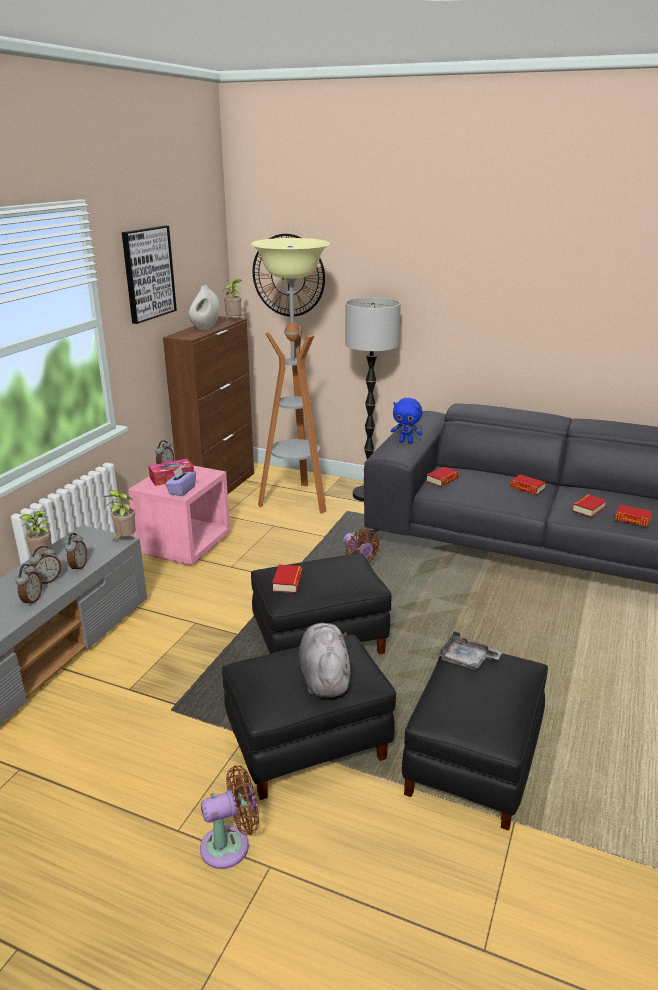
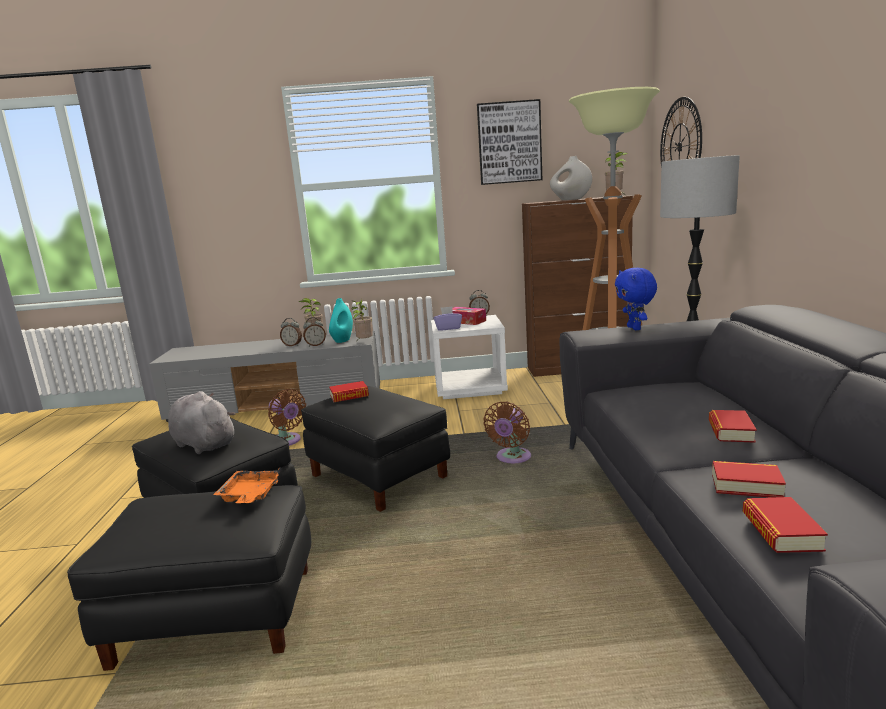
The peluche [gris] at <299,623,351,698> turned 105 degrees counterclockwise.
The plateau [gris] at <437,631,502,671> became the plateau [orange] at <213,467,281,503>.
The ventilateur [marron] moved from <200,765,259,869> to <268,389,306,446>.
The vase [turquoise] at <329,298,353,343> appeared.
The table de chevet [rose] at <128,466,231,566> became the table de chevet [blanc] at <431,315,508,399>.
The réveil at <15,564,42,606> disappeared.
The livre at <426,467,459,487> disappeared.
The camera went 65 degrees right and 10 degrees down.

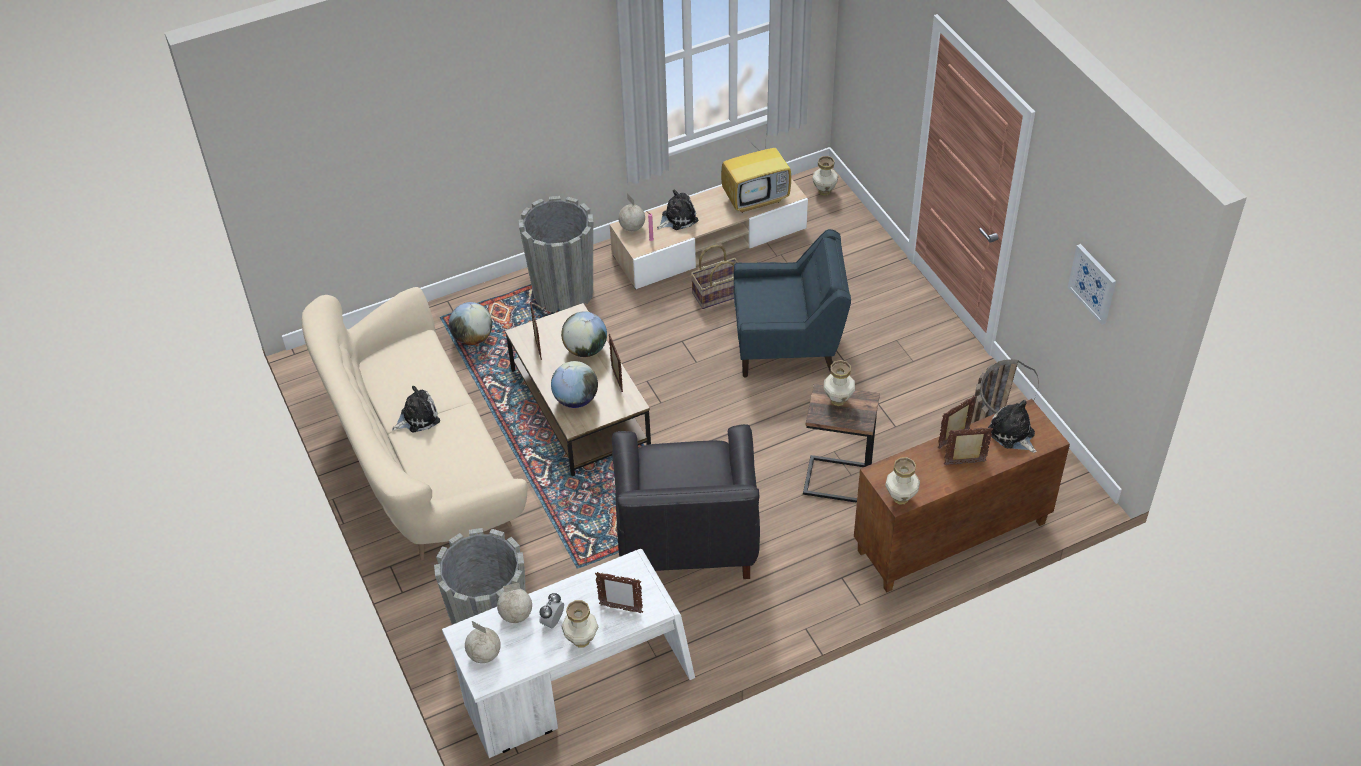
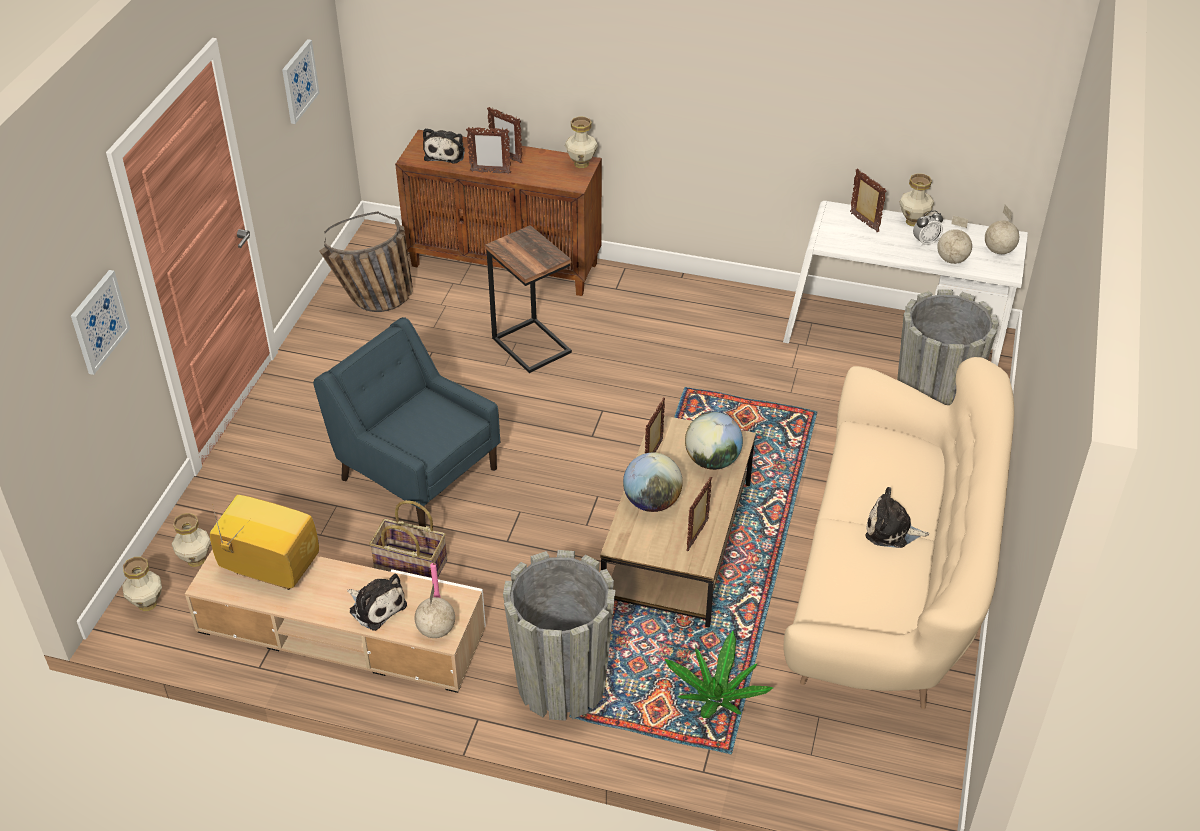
The tableau at <71,270,130,375> appeared.
The vase moved from <824,360,855,406> to <172,513,211,567>.
The peluche at <657,190,698,230> turned 150 degrees counterclockwise.
The globe at <449,302,492,345> was replaced by the plante en pot at <665,631,773,718>.
The fauteuil [noir] at <612,424,760,579> disappeared.
The camera went 140 degrees left and 5 degrees down.

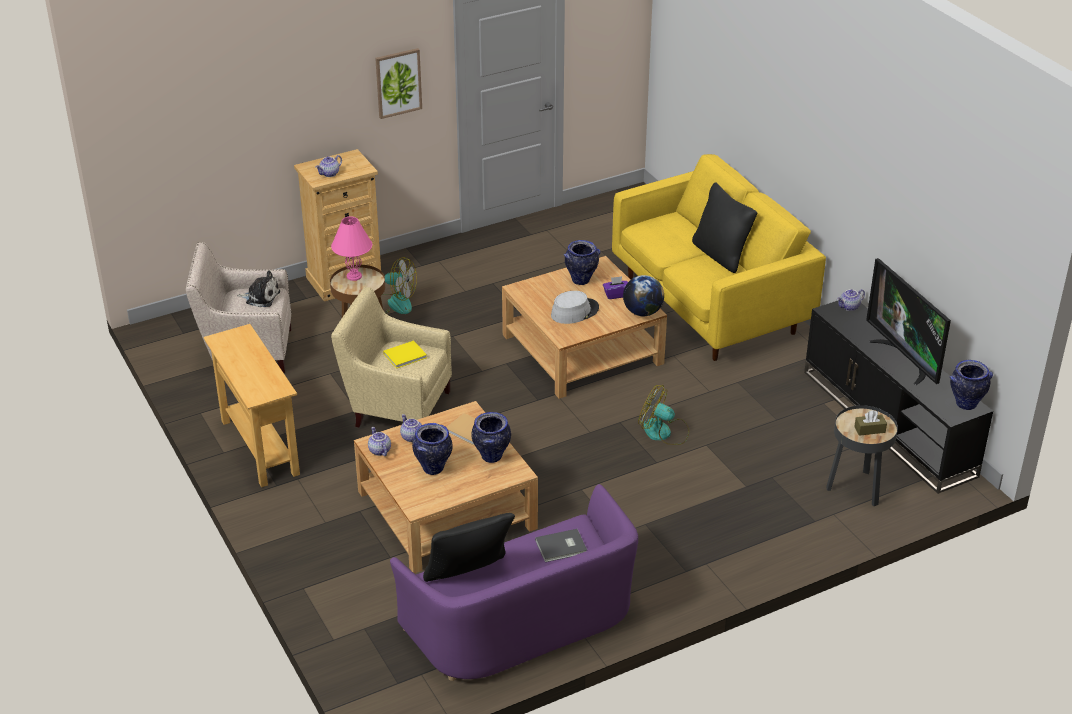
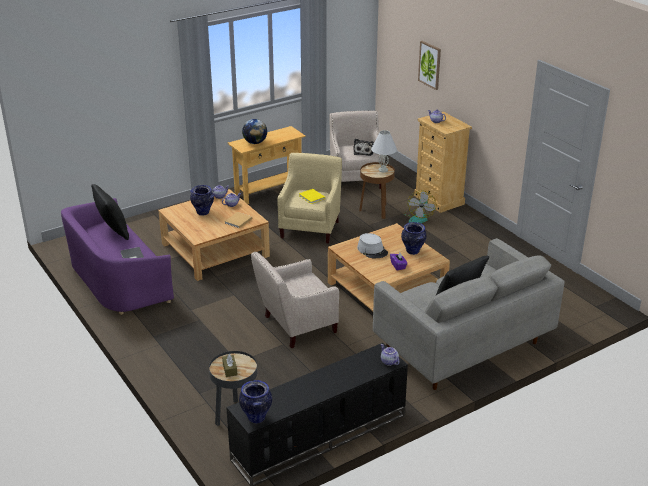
The globe moved from <623,275,664,316> to <242,119,267,144>.
The ventilateur at <638,385,689,445> was replaced by the fauteuil [beige] at <251,252,339,348>.
The lampe de table [rose] at <331,216,372,281> became the lampe de table [blanc] at <371,130,397,172>.
The canapé [jaune] at <612,154,826,361> became the canapé [gris] at <373,238,565,390>.
The tableau moved from <375,48,422,119> to <418,41,441,90>.
The vase at <472,412,511,463> disappeared.
The téléviseur at <866,258,951,385> disappeared.
The camera went 85 degrees right and 5 degrees down.

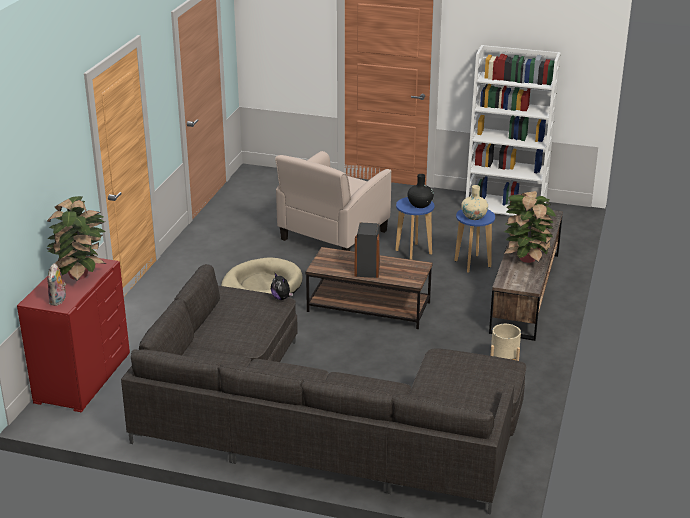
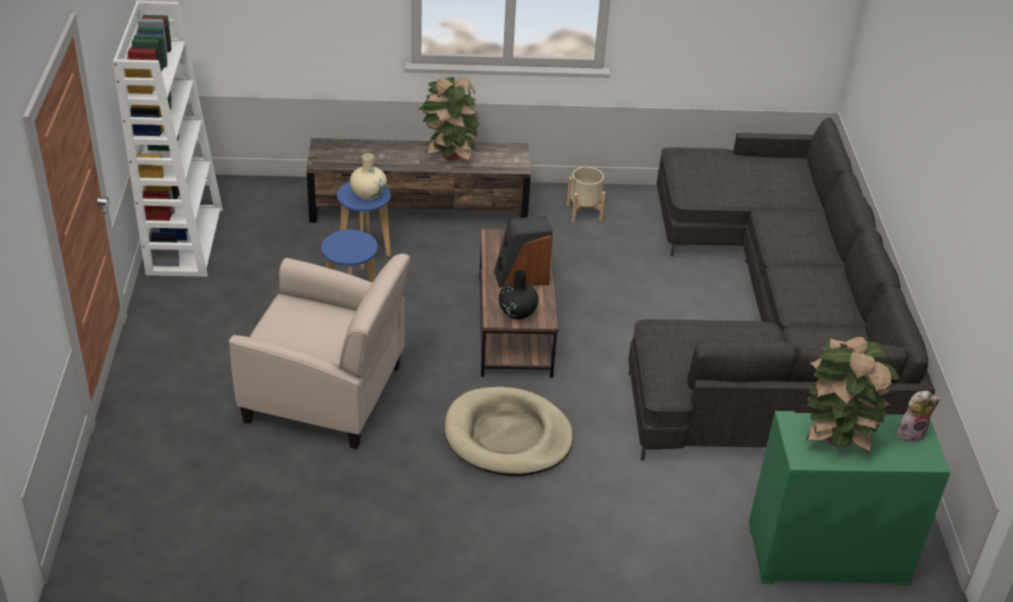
The vase [noir] moved from <408,174,434,208> to <499,270,539,319>.
The commode [rouge] at <17,258,130,412> became the commode [vert] at <749,411,950,585>.
The peluche at <271,272,293,300> disappeared.
The camera went 110 degrees left and 10 degrees up.

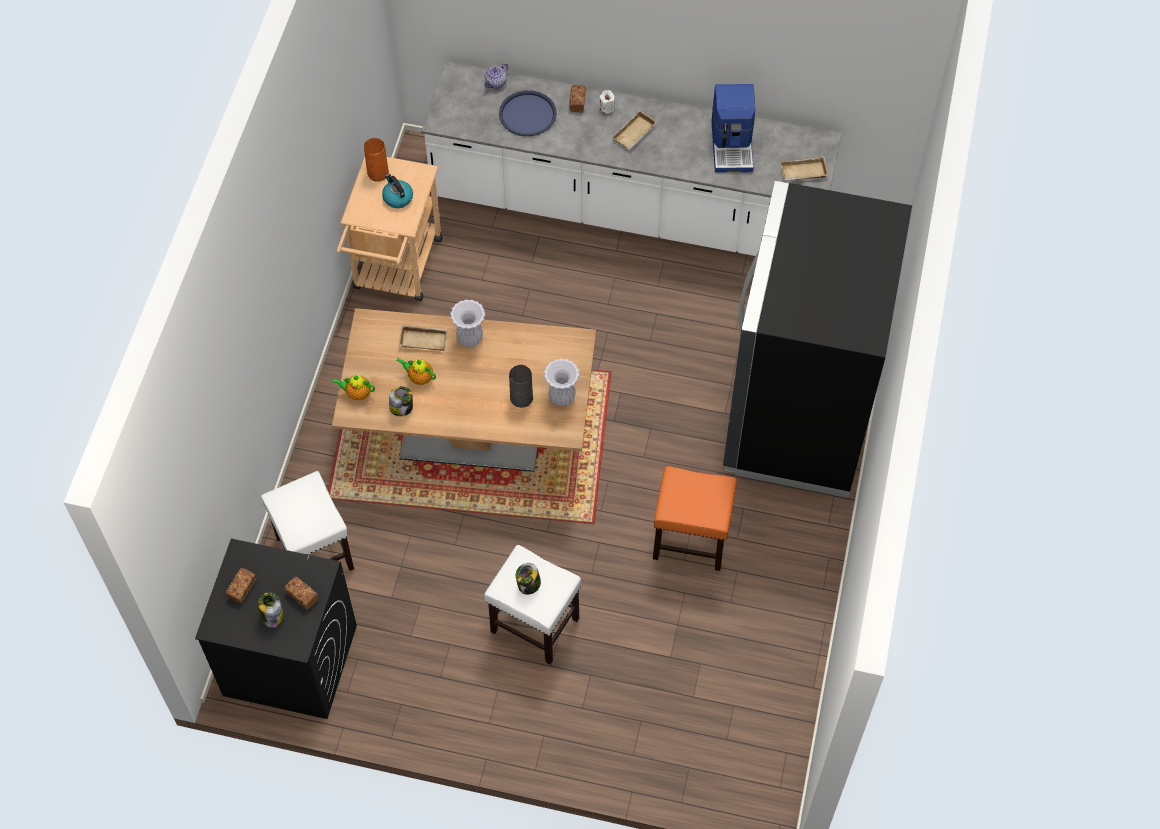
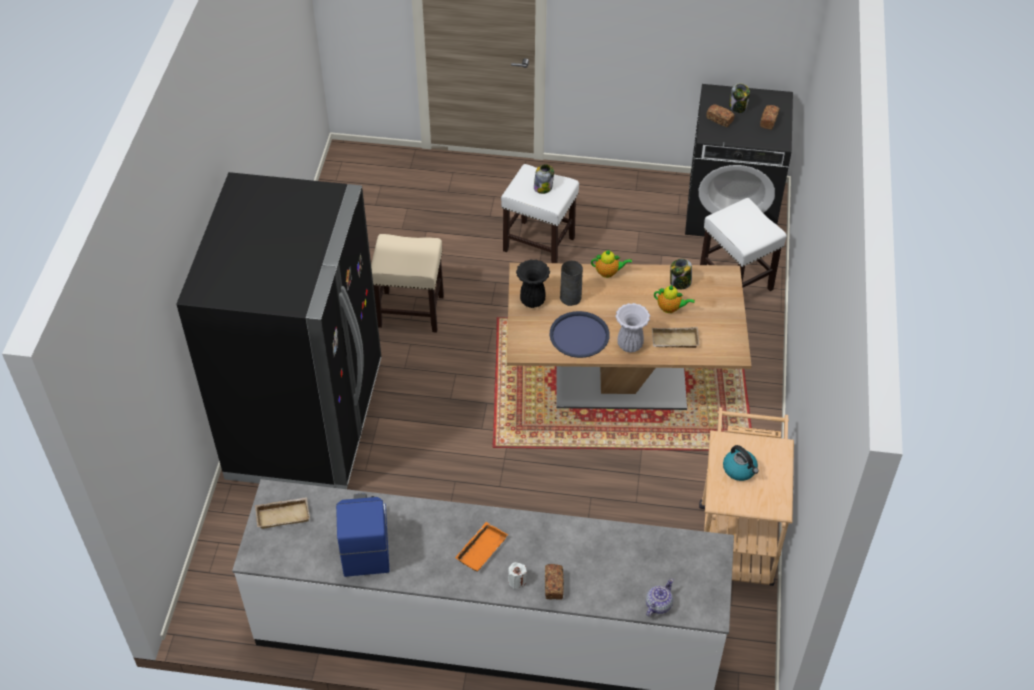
The tabouret [orange] at <653,466,737,571> became the tabouret [beige] at <371,234,444,333>.
The plateau [beige] at <612,110,657,149> became the plateau [orange] at <455,522,508,572>.
The vase [blanc] at <544,358,580,406> became the vase [noir] at <516,259,550,308>.
The plateau [bleu] moved from <499,90,557,136> to <550,311,610,358>.
The théière moved from <332,375,375,400> to <591,250,632,278>.
The vase [orange] at <364,138,389,182> disappeared.
The camera went 175 degrees right and 10 degrees down.

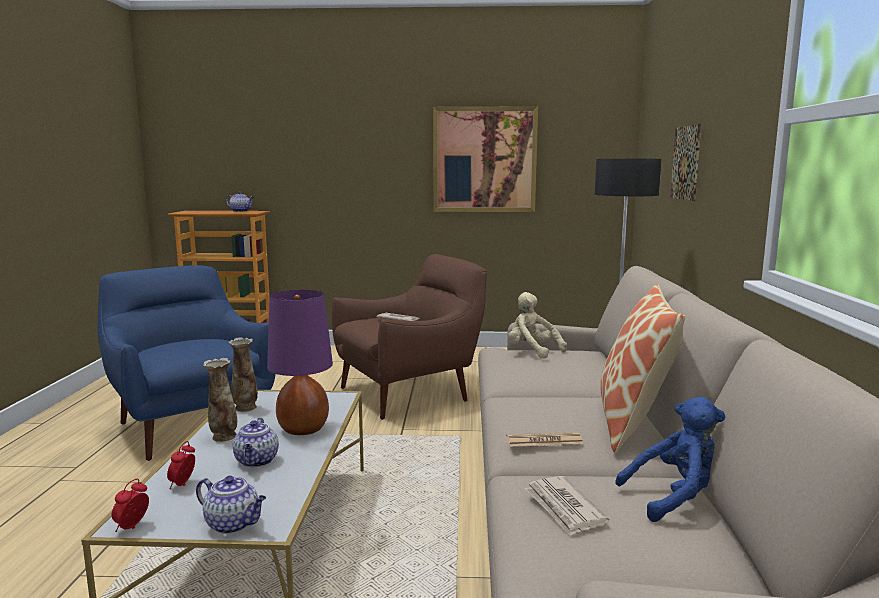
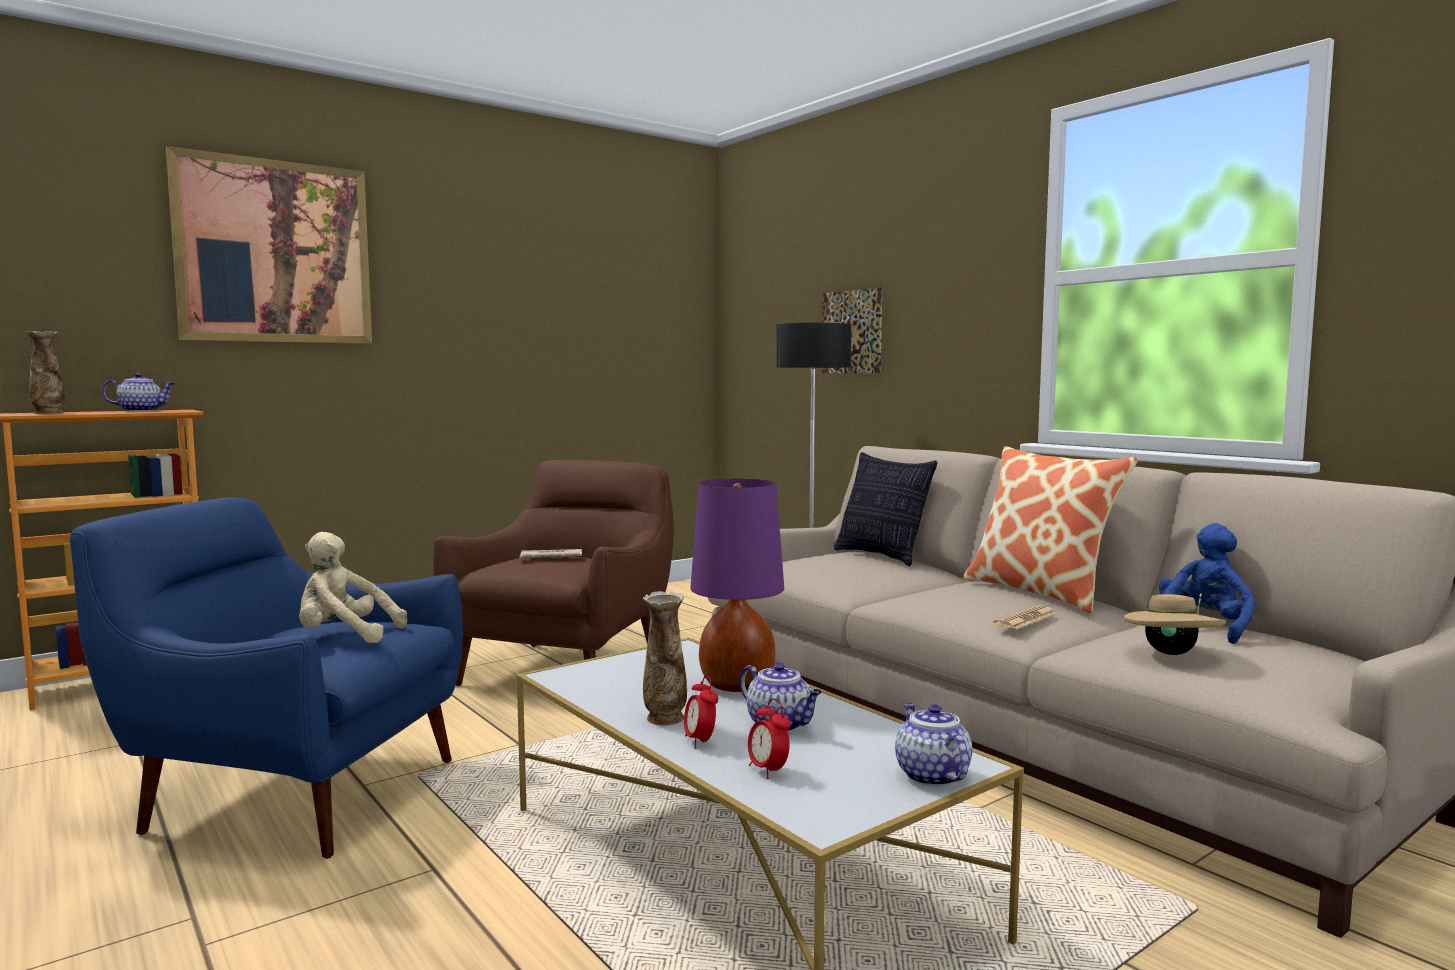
The vase moved from <228,337,258,412> to <26,331,65,414>.
The tableau moved from <433,106,538,212> to <166,146,372,344>.
The peluche [beige] moved from <508,292,567,359> to <299,532,407,643>.
The réveil moved from <112,479,149,532> to <684,675,718,748>.
The coussin at <834,452,937,566> appeared.
The théière at <196,476,266,534> turned 90 degrees counterclockwise.
The journal at <524,476,609,536> was replaced by the chapeau [beige] at <1124,593,1226,655>.
The camera went 40 degrees left and 5 degrees down.

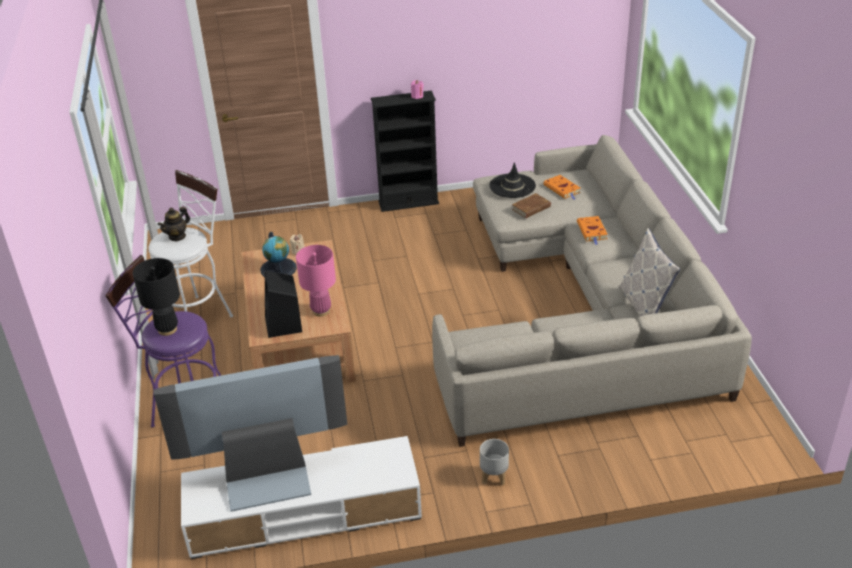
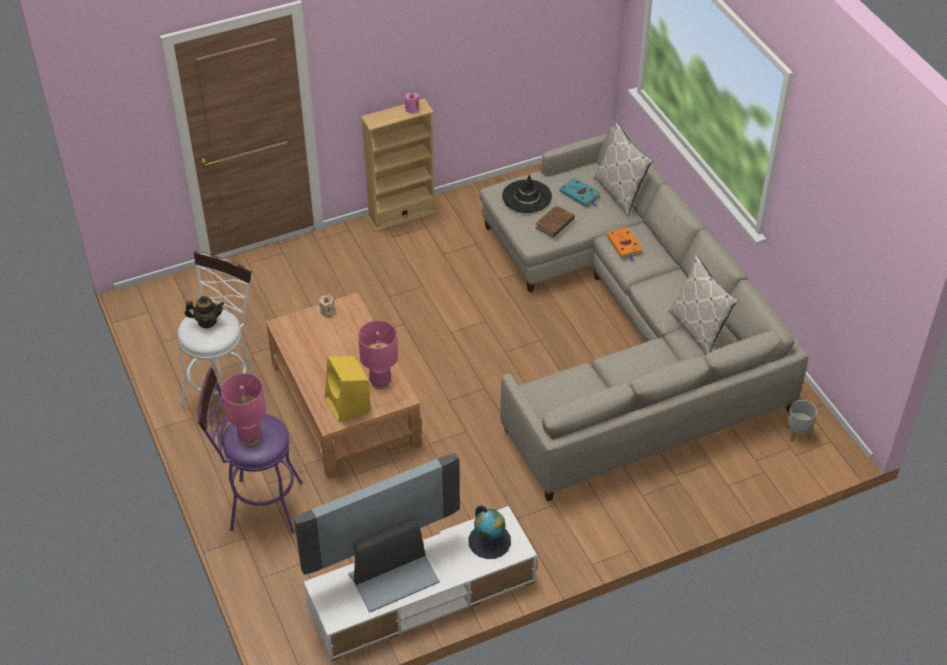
The théière at <158,207,190,241> turned 120 degrees counterclockwise.
The lampe de table [noir] at <132,258,180,336> became the lampe de table [rose] at <221,373,266,446>.
The enceinte [noir] at <265,270,302,338> became the enceinte [jaune] at <325,356,371,423>.
The bibliothèque [noir] at <371,91,439,212> became the bibliothèque [beige] at <361,98,436,231>.
The globe moved from <260,232,297,277> to <468,505,511,559>.
The livre [orange] at <544,175,580,200> became the livre [turquoise] at <560,177,600,207>.
The coussin at <593,123,653,216> appeared.
The cache-pot [gris] moved from <480,439,509,486> to <786,400,817,442>.
The camera went 15 degrees left and 10 degrees up.

